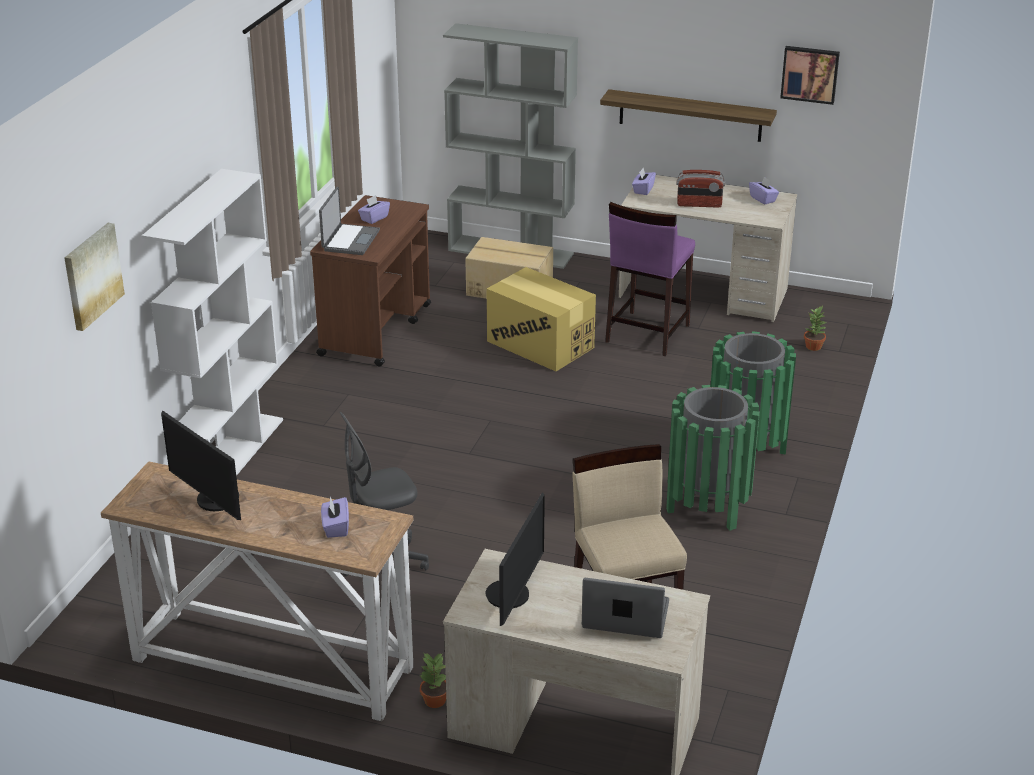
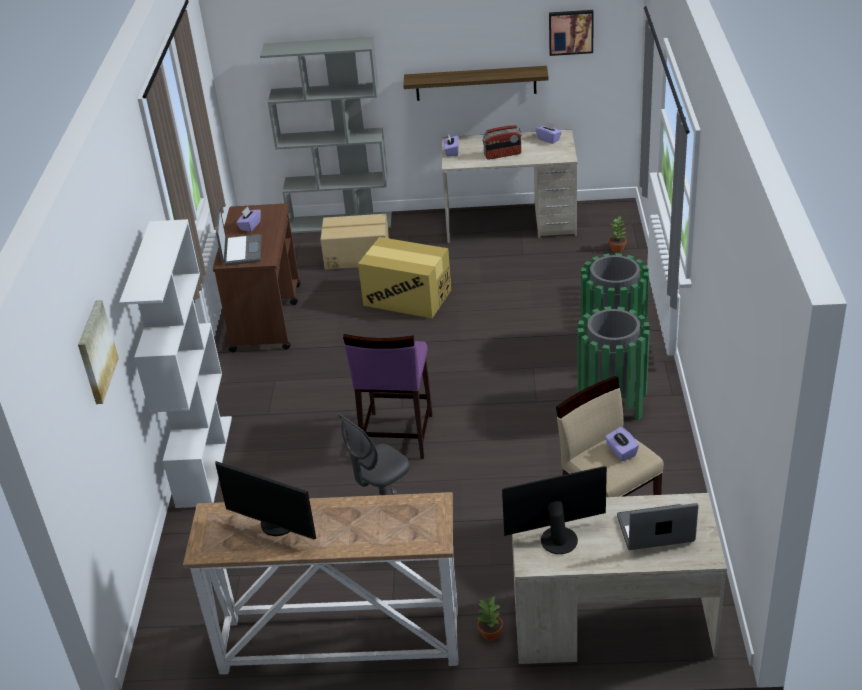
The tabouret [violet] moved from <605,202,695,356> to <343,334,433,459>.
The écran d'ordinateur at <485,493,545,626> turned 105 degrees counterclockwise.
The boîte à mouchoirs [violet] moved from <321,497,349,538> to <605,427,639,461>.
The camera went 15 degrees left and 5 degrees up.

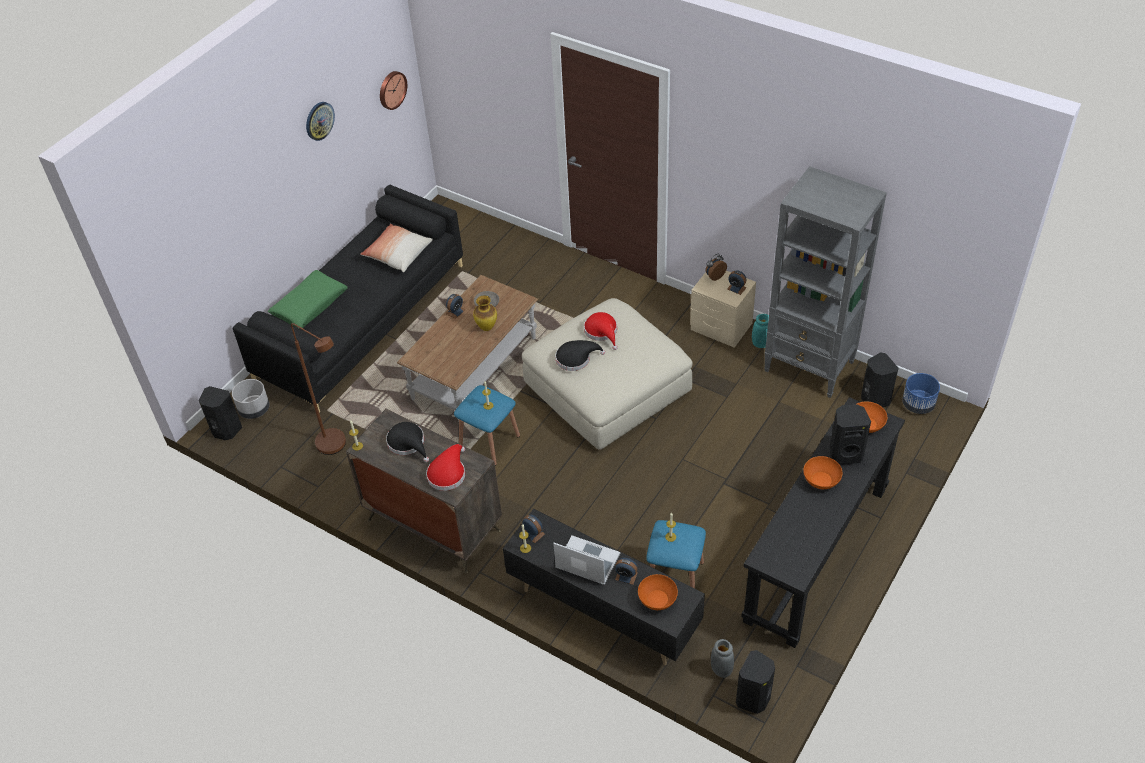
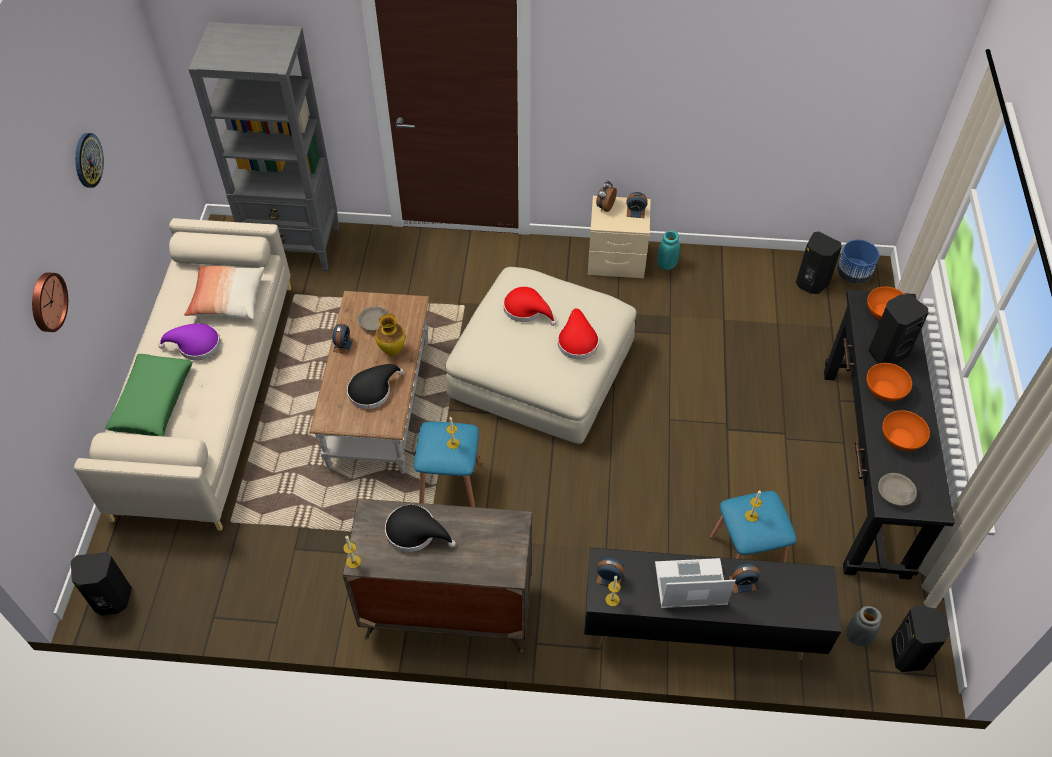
The horloge murale moved from <380,71,407,110> to <32,272,68,332>.
The canapé [noir] at <232,185,463,413> became the canapé [beige] at <74,218,291,531>.
The chapeau [violet] at <158,323,220,360> appeared.
The bibliothèque [gris] moved from <764,166,887,398> to <188,22,339,272>.
The chapeau [noir] moved from <555,340,605,371> to <347,364,404,409>.
The chapeau [rouge] moved from <426,444,465,491> to <558,308,599,359>.
The bol [gris] at <878,473,917,506> appeared.
The bol [orange] moved from <638,574,678,610> to <882,410,930,451>.
The cache-pot [gris] at <232,379,269,419> disappeared.
The lampadaire [marron] at <291,323,346,455> disappeared.
The camera went 30 degrees left and 5 degrees up.

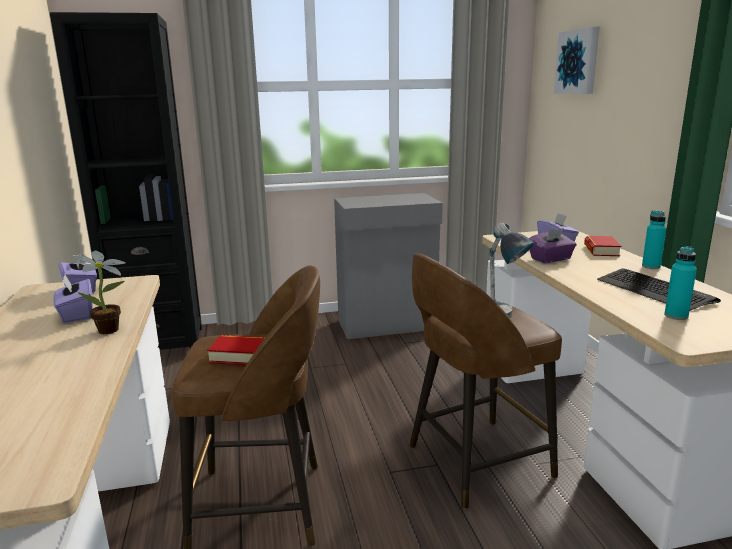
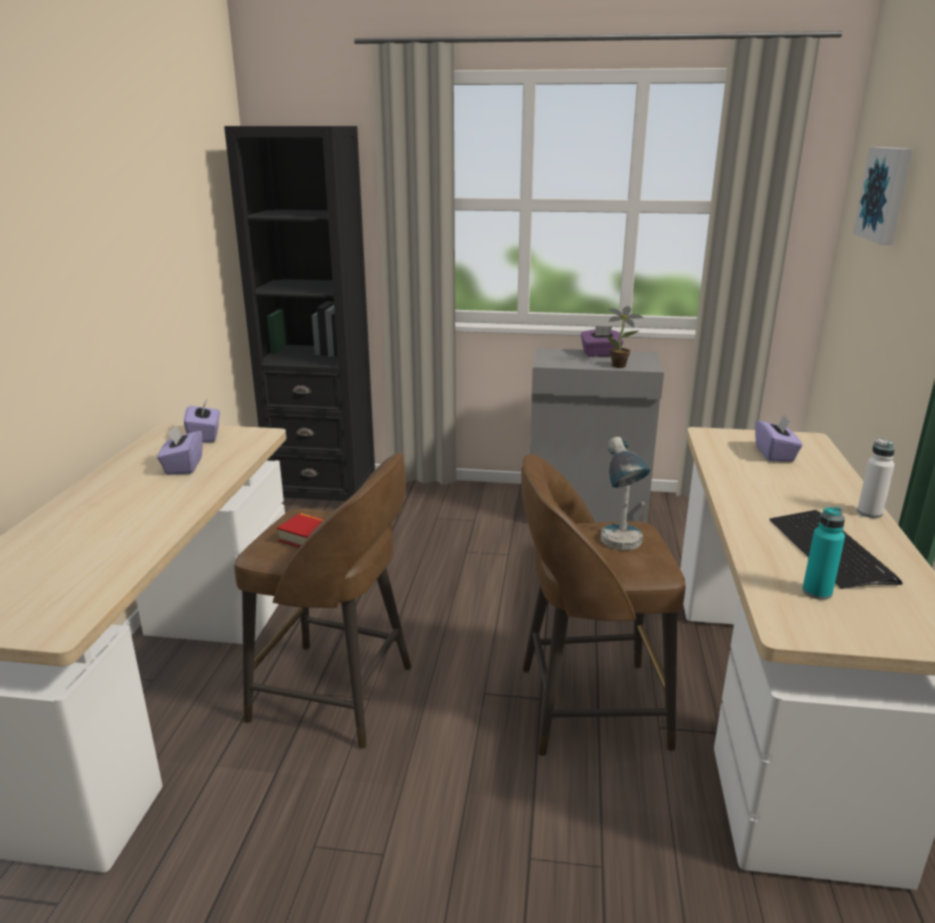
The boîte à mouchoirs [violet] moved from <529,228,577,263> to <581,326,623,357>.
The plante en pot moved from <70,251,126,334> to <606,306,644,368>.
The bouteille [turquoise] at <642,210,667,269> became the bouteille [blanc] at <857,438,895,518>.
The livre at <584,236,621,256> disappeared.
The camera went 20 degrees right and 5 degrees up.

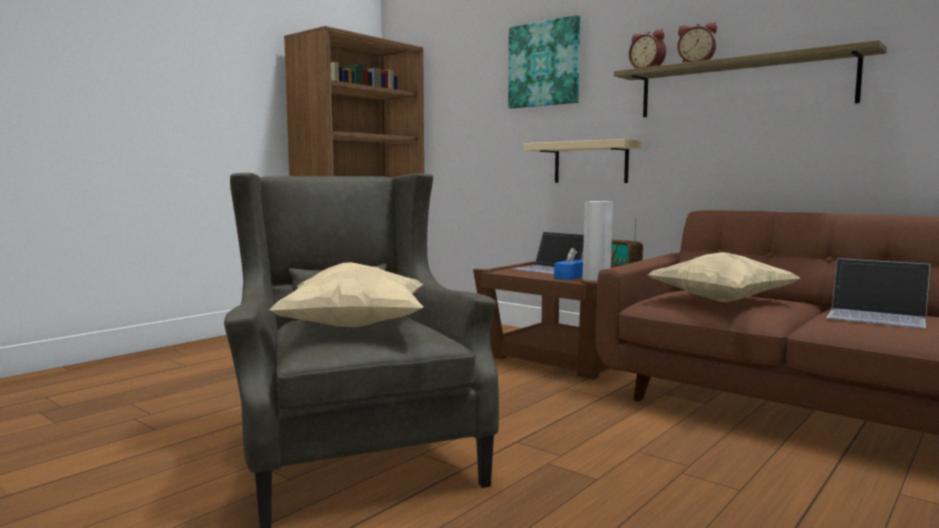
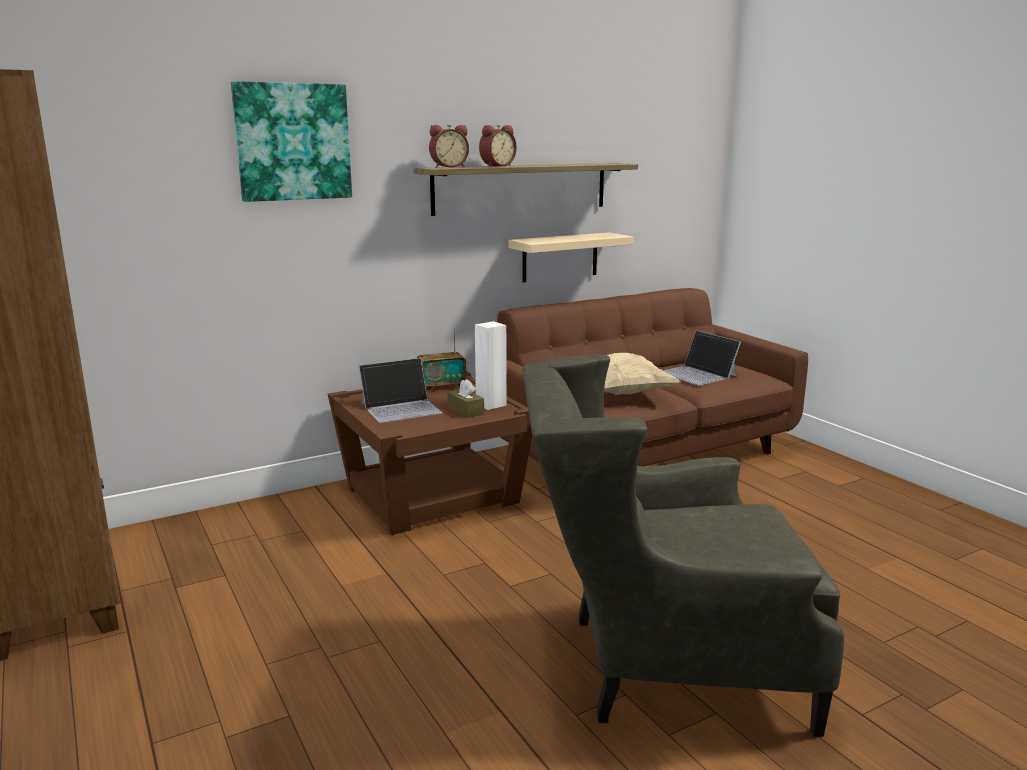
The boîte à mouchoirs [bleu] at <554,247,583,280> became the boîte à mouchoirs [marron] at <447,379,484,418>.
The étagère [beige] moved from <523,139,644,183> to <508,232,633,282>.
The ordinateur portable at <826,258,930,329> turned 90 degrees clockwise.
The coussin [beige] at <270,262,423,327> disappeared.
The camera went 70 degrees left and 10 degrees up.

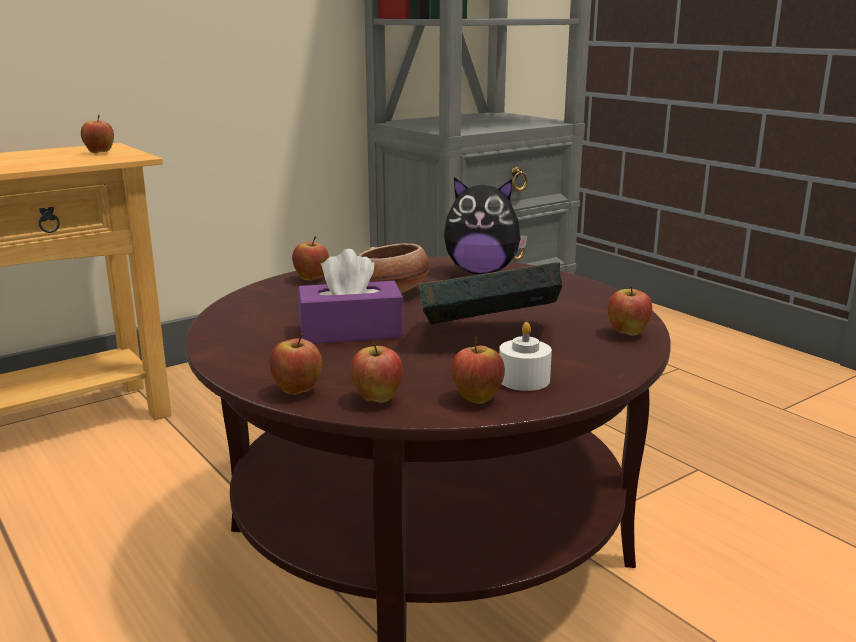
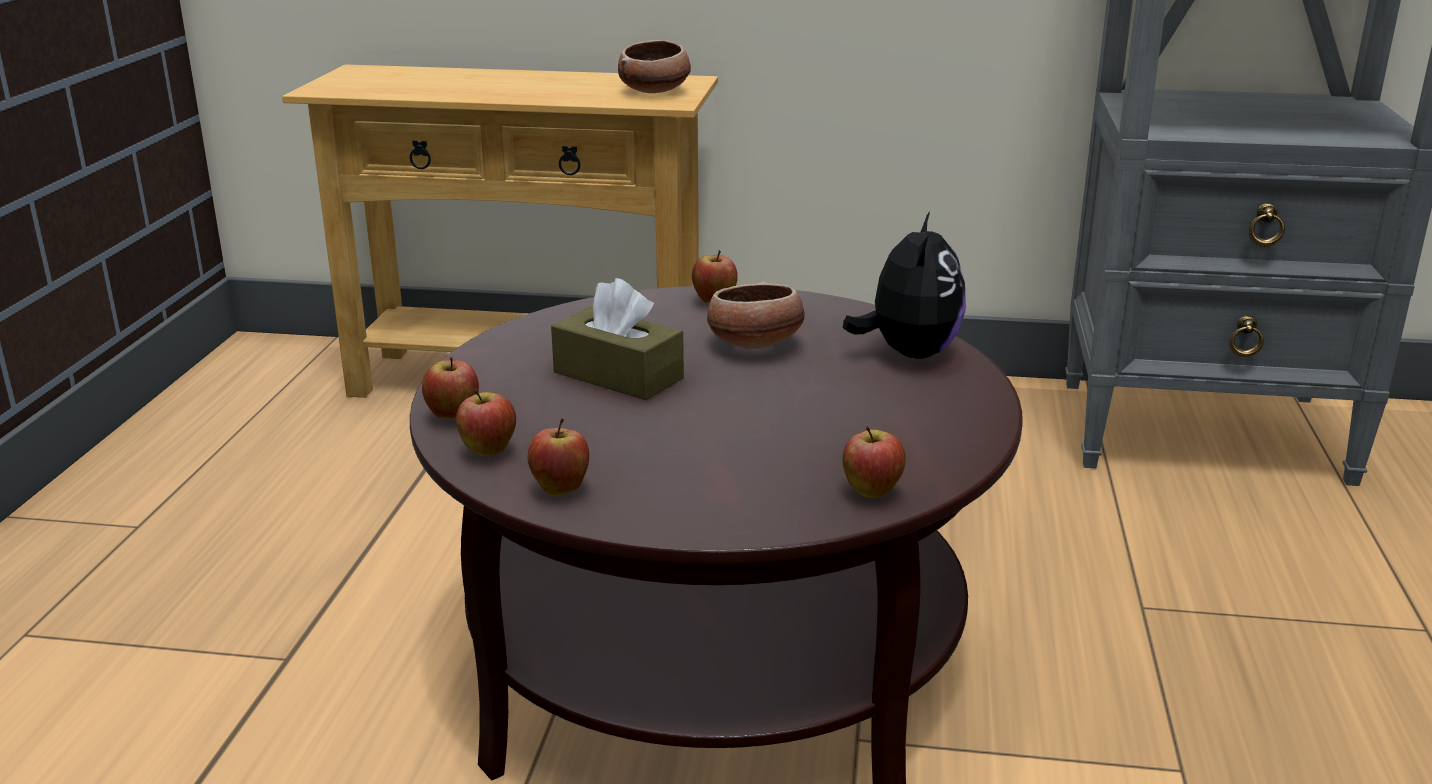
The boîte à mouchoirs [violet] at <298,249,404,344> became the boîte à mouchoirs [marron] at <551,278,684,400>.
The pomme at <81,115,114,153> was replaced by the bol at <618,40,691,93>.
The peluche at <444,177,528,274> turned 135 degrees counterclockwise.
The livre at <419,262,562,325> disappeared.
The bougie [blanc] at <499,322,552,391> disappeared.
The camera went 45 degrees right and 5 degrees up.

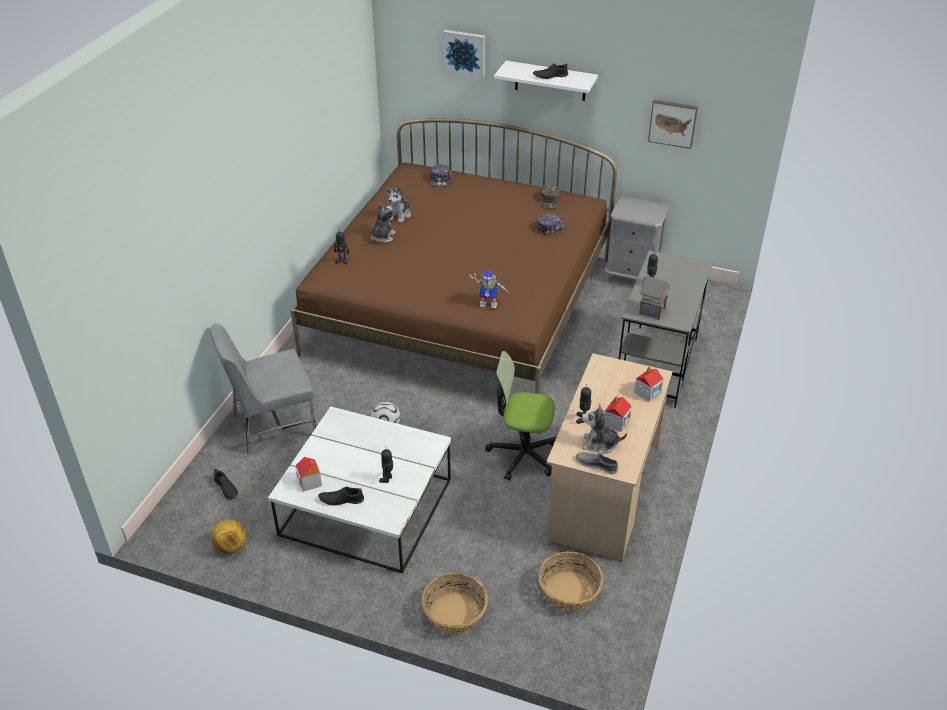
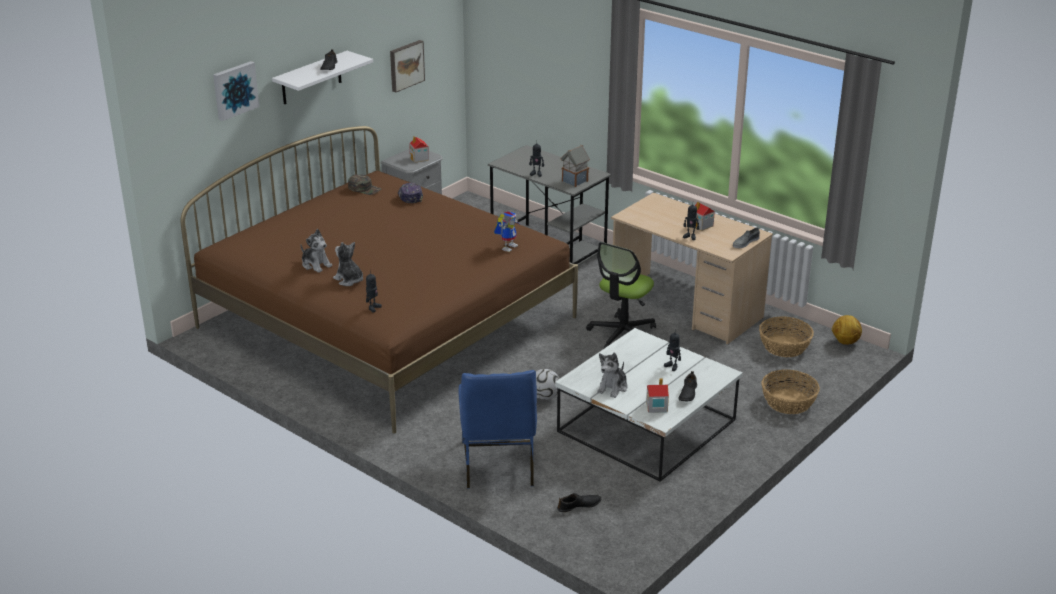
The maison miniature moved from <634,365,663,402> to <409,136,429,163>.
The chaise [gris] at <210,323,316,454> became the chaise [bleu] at <458,370,537,489>.
The peluche moved from <582,403,627,454> to <597,353,628,398>.
The ballon de foot moved from <211,520,247,554> to <832,315,862,345>.
The casquette at <430,165,452,187> disappeared.
The camera went 70 degrees left and 10 degrees down.

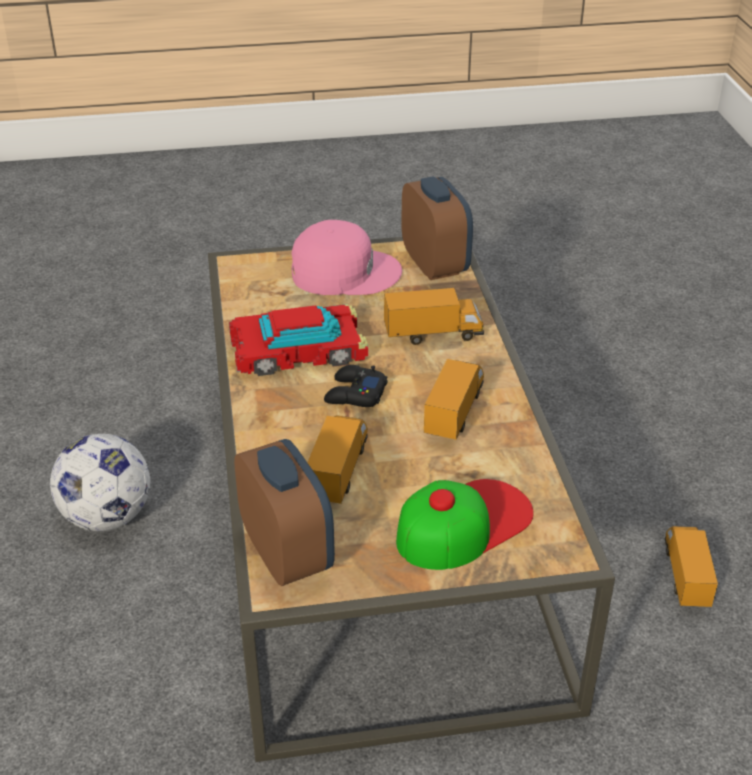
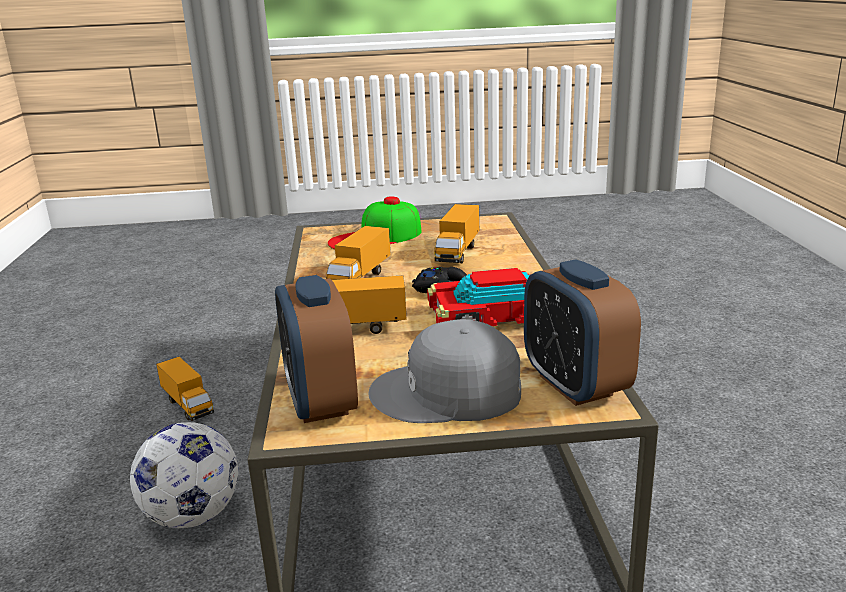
The ballon de foot moved from <50,434,151,531> to <130,422,238,528>.
The camion jouet at <665,526,718,607> turned 45 degrees counterclockwise.
The casquette [rose] at <291,220,402,295> became the casquette [gris] at <368,319,521,423>.
The réveil moved from <234,439,335,586> to <524,259,641,406>.
The camera went 175 degrees left and 15 degrees down.

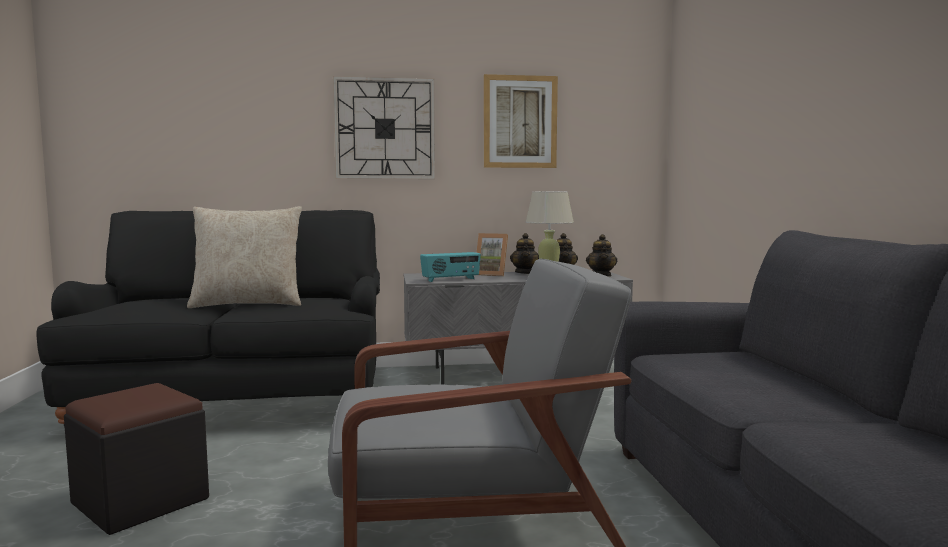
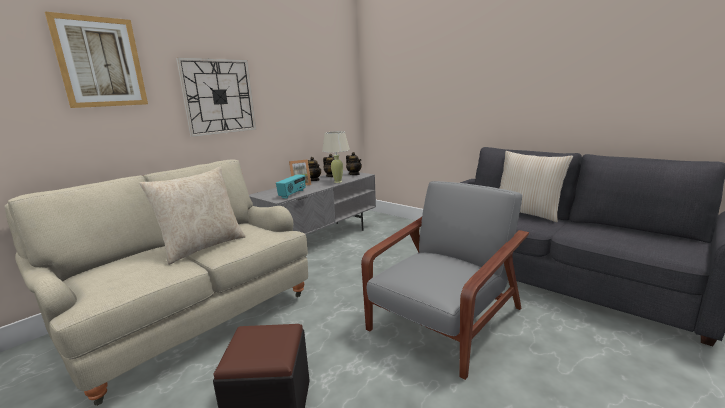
The canapé [noir] at <36,210,380,428> became the canapé [beige] at <4,160,308,406>.
The tableau moved from <484,74,558,168> to <45,11,148,108>.
The coussin [beige] at <499,151,573,222> appeared.
The camera went 40 degrees left and 10 degrees up.

